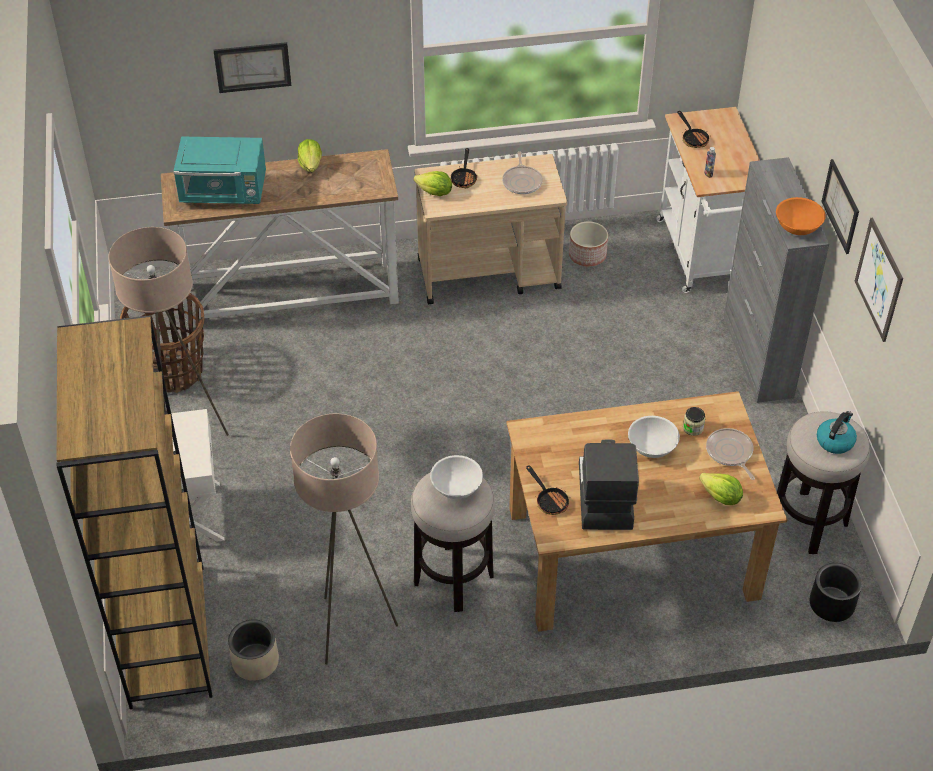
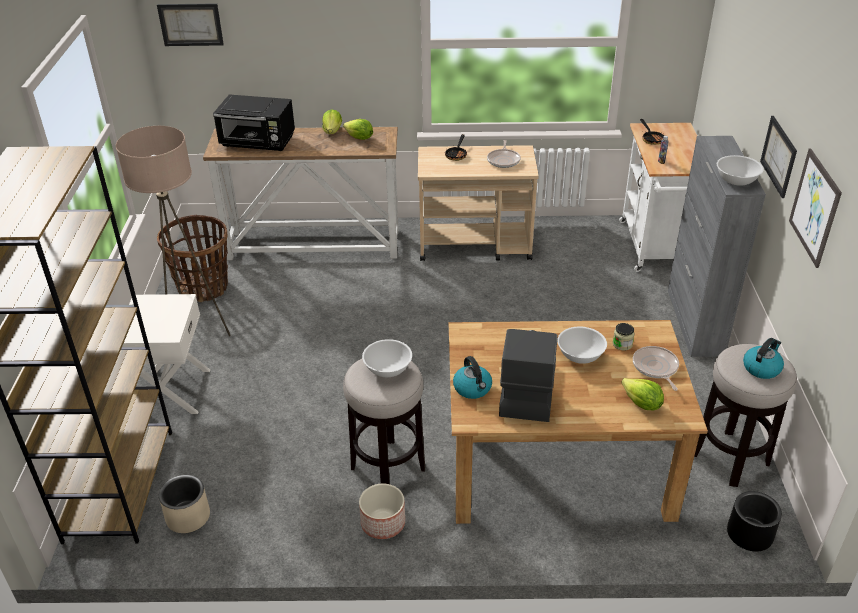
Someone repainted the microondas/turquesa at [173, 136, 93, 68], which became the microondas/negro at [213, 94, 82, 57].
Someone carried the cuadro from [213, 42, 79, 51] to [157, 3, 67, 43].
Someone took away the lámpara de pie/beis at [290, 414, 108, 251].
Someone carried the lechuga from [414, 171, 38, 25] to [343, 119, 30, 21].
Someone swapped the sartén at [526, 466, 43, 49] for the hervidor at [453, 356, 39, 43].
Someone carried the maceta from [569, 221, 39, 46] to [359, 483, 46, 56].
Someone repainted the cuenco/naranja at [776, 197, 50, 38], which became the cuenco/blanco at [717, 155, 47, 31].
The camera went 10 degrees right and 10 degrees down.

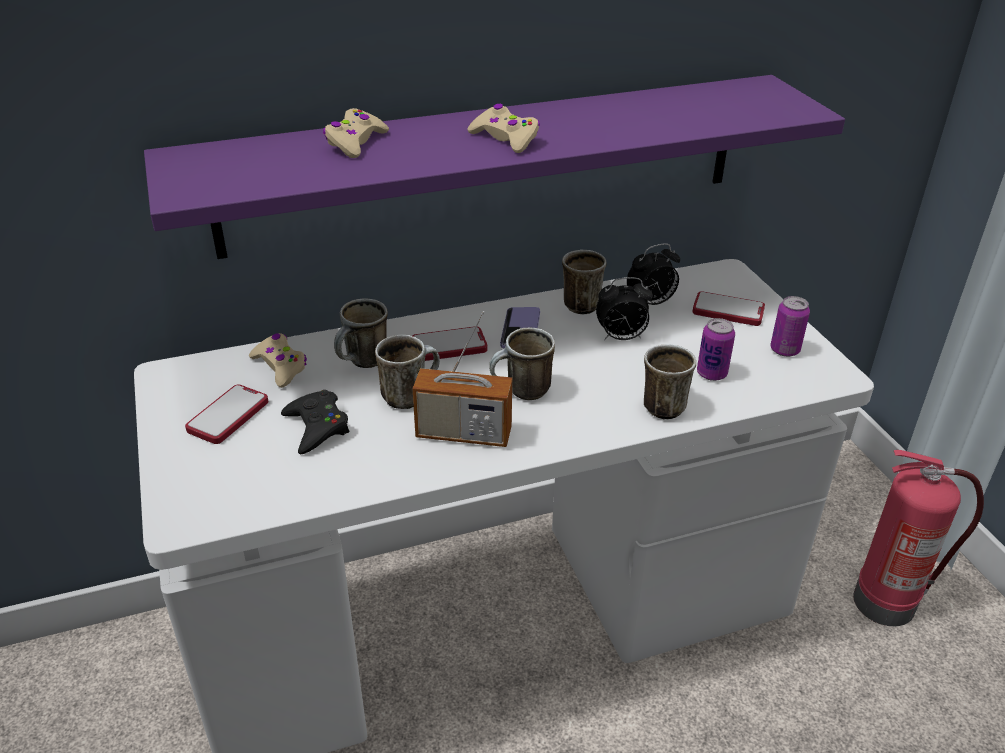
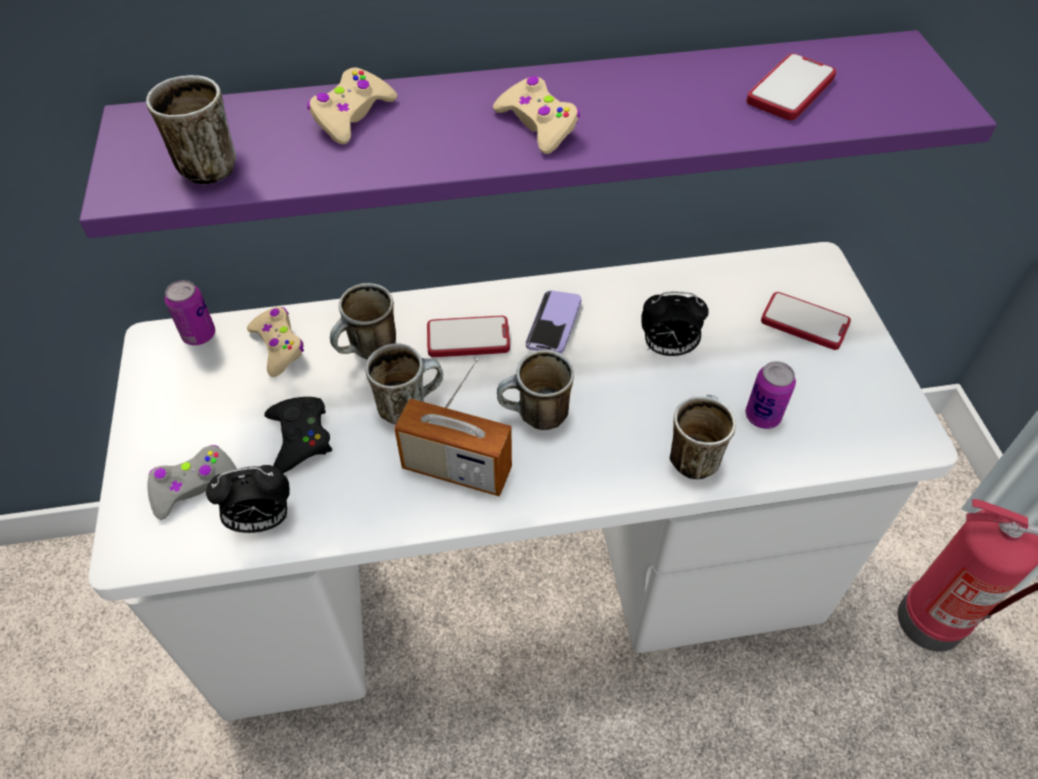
Someone carried the móvil from [185, 385, 83, 59] to [746, 54, 90, 66].
Someone carried the taza grande from [562, 250, 45, 65] to [146, 75, 90, 110].
Someone carried the despertador from [627, 243, 53, 62] to [206, 465, 84, 68].
Someone carried the lata from [770, 296, 40, 61] to [165, 280, 50, 65].
Someone put down the mando de consola/gris at [147, 445, 90, 75].
The camera went 10 degrees right and 15 degrees up.

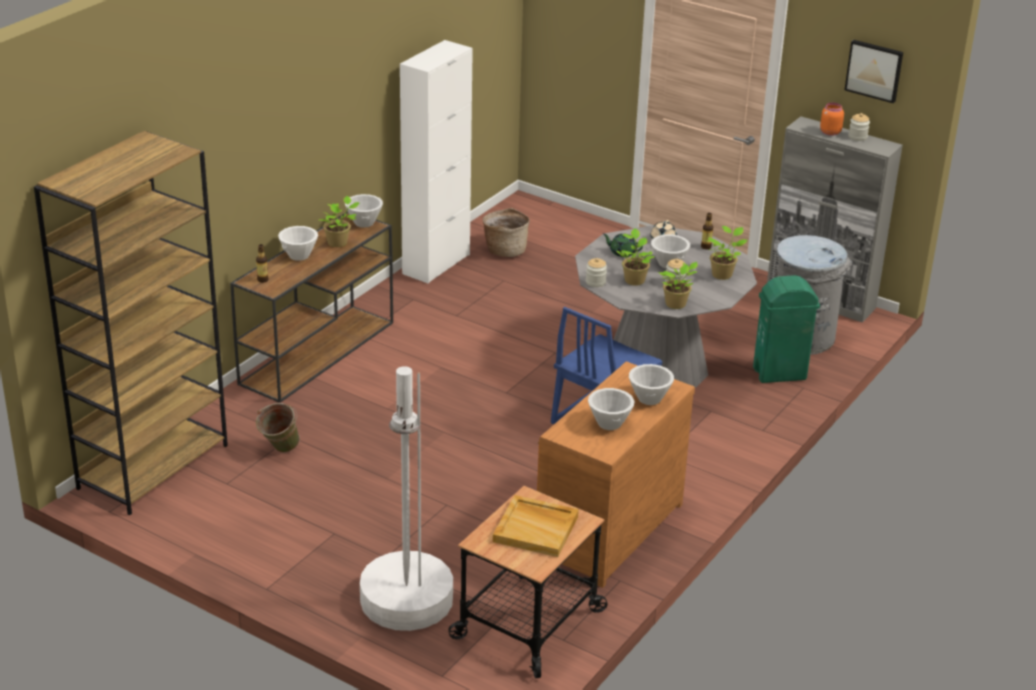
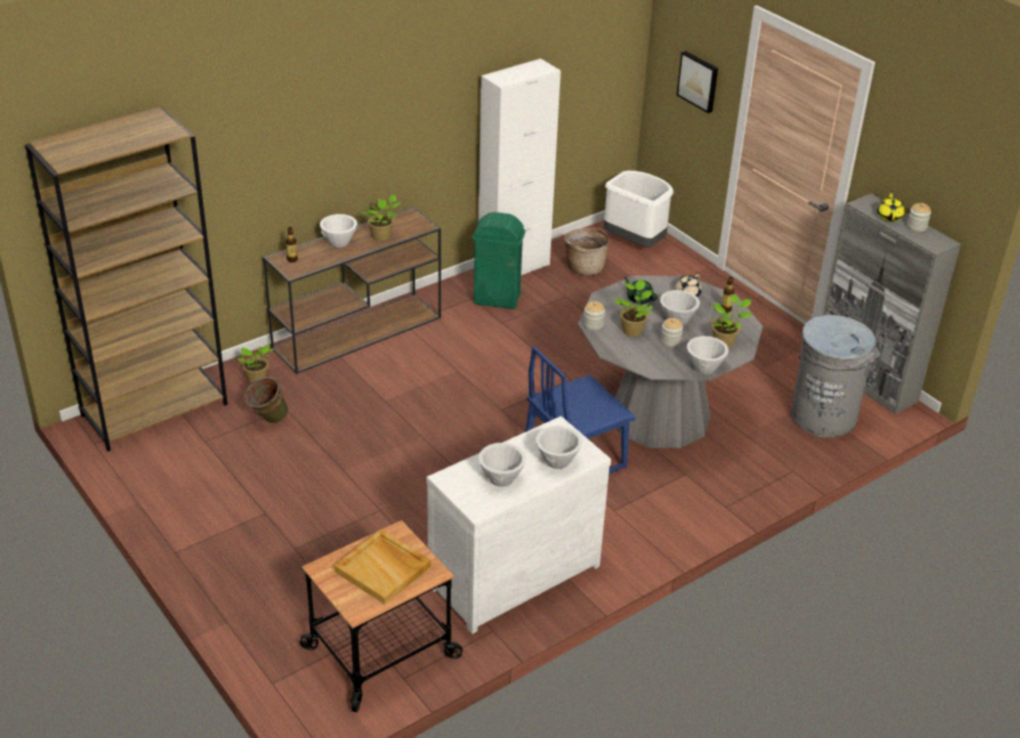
Someone carried the cuenco/blanco from [345, 194, 38, 34] to [687, 336, 42, 38].
Someone took away the lámpara de pie/blanco at [360, 366, 93, 265].
Someone repainted the cómoda/marrón at [537, 361, 158, 227], which became the cómoda/blanco at [426, 416, 185, 218].
Someone carried the planta en maceta from [658, 262, 40, 47] to [237, 344, 37, 38].
Someone carried the papelera/verde from [753, 275, 67, 108] to [472, 212, 53, 97].
Someone swapped the tarro/naranja at [820, 102, 24, 34] for the tetera/amarillo at [877, 191, 28, 31].
Someone carried the cuadro from [844, 40, 59, 63] to [677, 51, 41, 62].
Someone put down the papelera/blanco at [604, 171, 70, 77].
The camera went 20 degrees right and 5 degrees up.

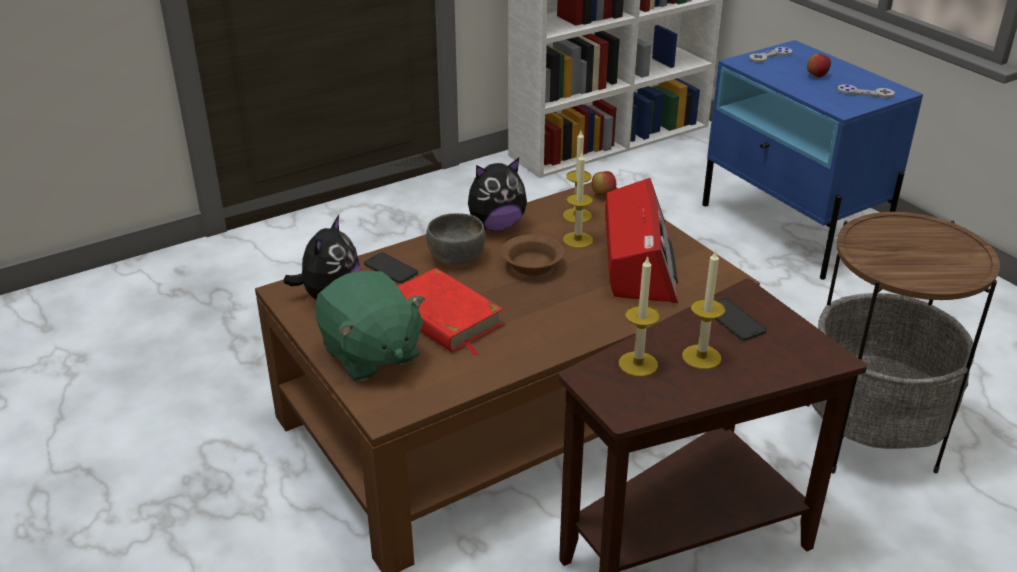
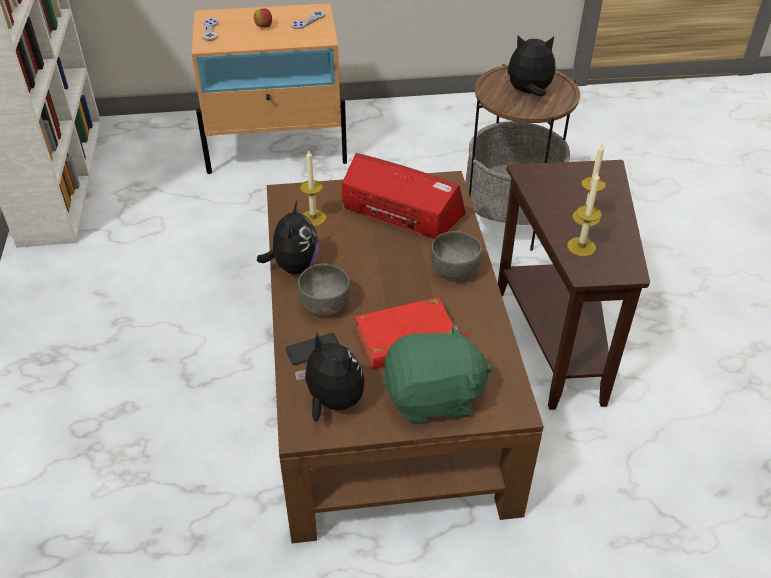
Someone took away the cuenco/marrón at [501, 235, 63, 41].
Someone took away the vela at [563, 153, 30, 95].
Someone took away the manzana at [592, 171, 24, 25].
Someone repainted the mesita de noche/azul at [702, 40, 221, 240], which became the mesita de noche/beis at [191, 3, 156, 171].
Someone took away the móvil at [715, 298, 51, 43].
Someone put down the cuenco/gris at [430, 231, 52, 49].
Someone put down the peluche at [504, 35, 51, 62].
The camera went 65 degrees left and 10 degrees up.

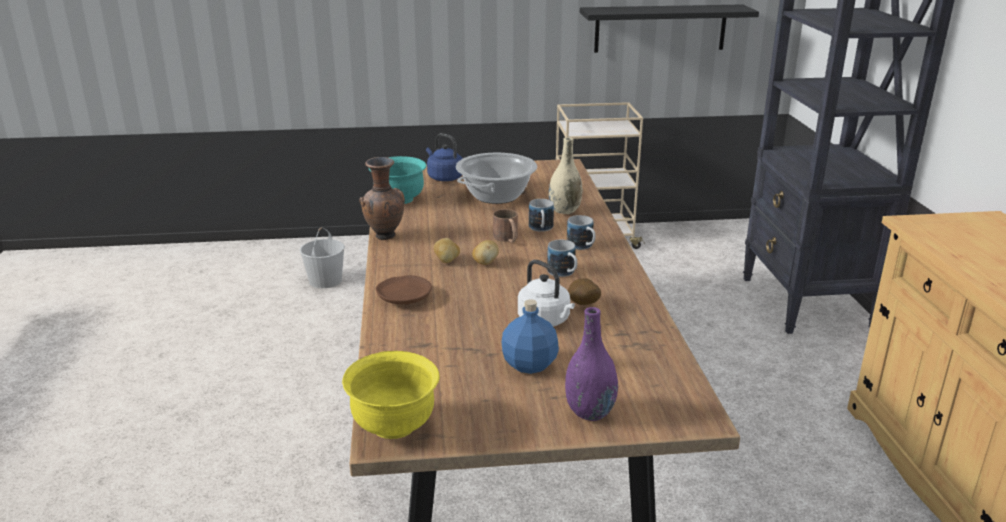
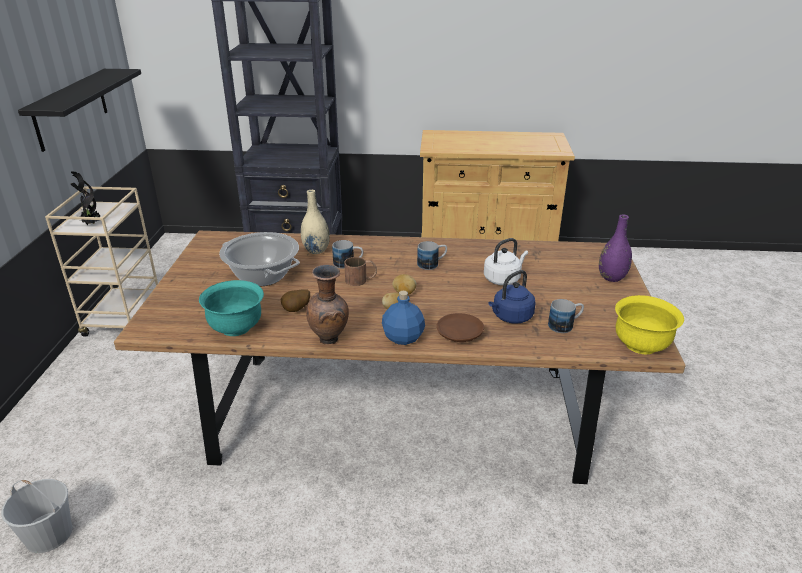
Someone carried the hervidor/azul from [426, 133, 37, 48] to [488, 270, 48, 54].
Someone carried the botella/azul from [502, 299, 57, 75] to [382, 291, 43, 54].
Someone carried the taza grande from [567, 215, 29, 35] to [548, 299, 36, 34].
Someone carried the patata from [568, 278, 33, 27] to [281, 289, 29, 23].
Someone put down the planta en maceta at [70, 172, 30, 53].
The camera went 80 degrees left and 5 degrees up.

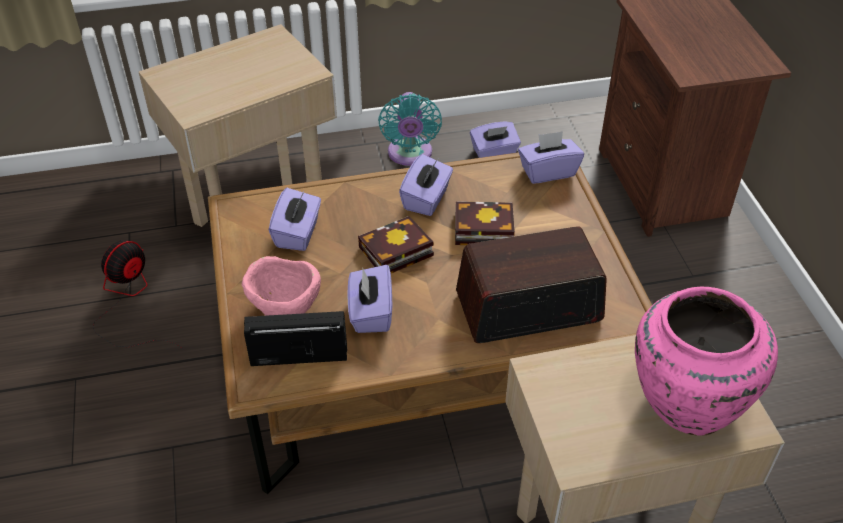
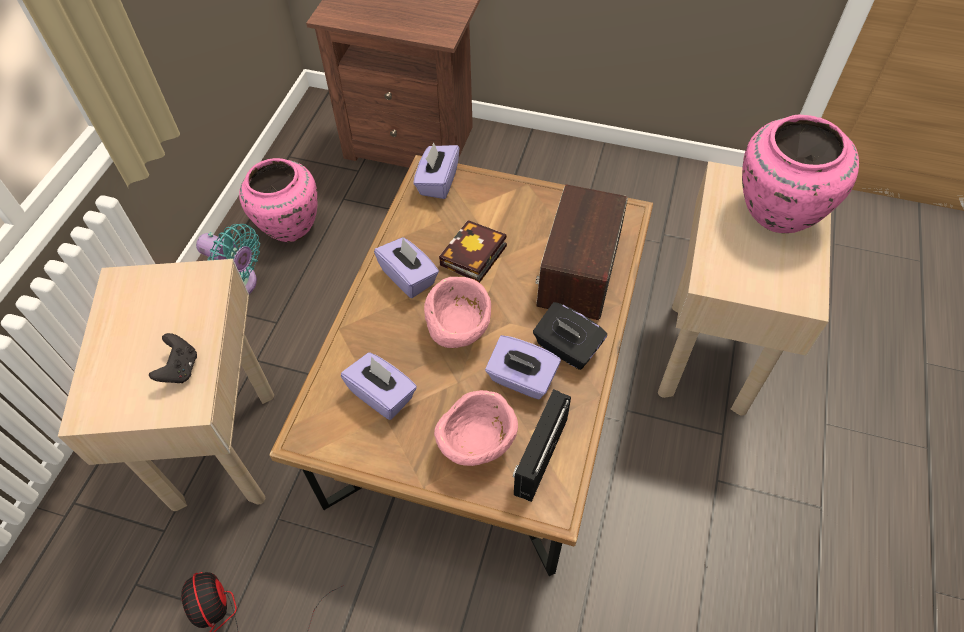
Someone swapped the libro at [358, 216, 76, 57] for the cuenco/rosa at [424, 277, 67, 71].
Someone swapped the caja de pañuelos/morado at [470, 121, 51, 37] for the florero/rosa at [239, 158, 79, 84].
Someone put down the mando de consola/negro at [149, 333, 48, 50].
Someone put down the caja de pañuelos/negro at [533, 302, 74, 68].
The camera went 60 degrees left and 10 degrees up.

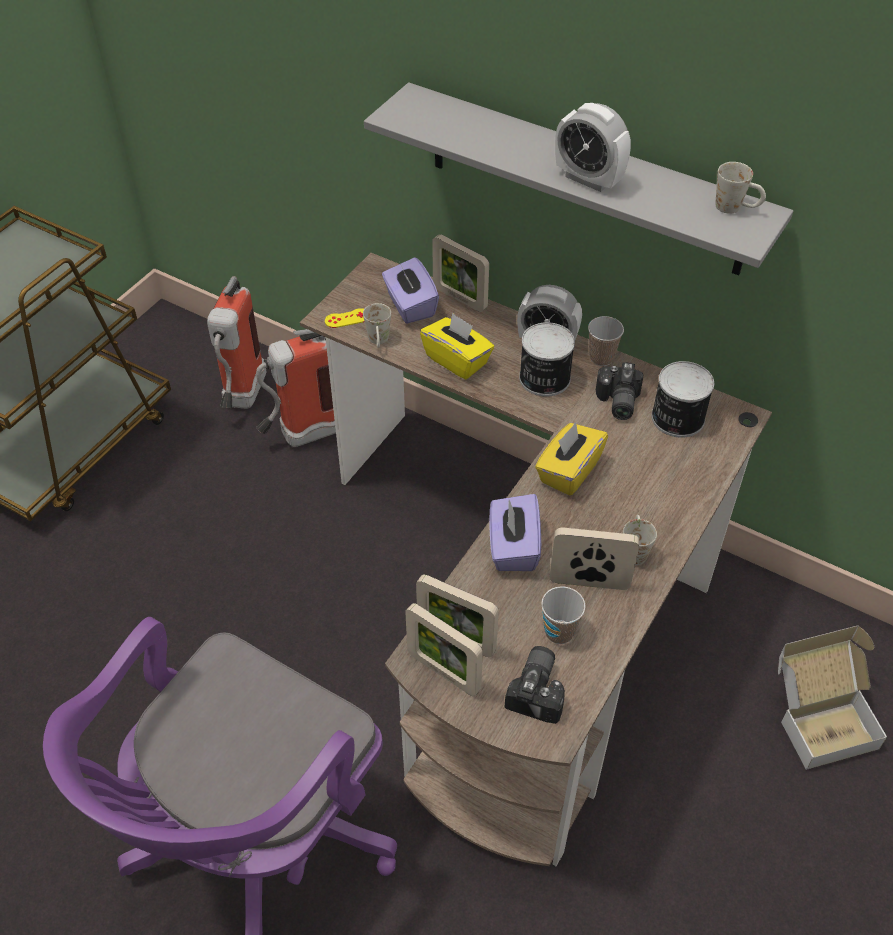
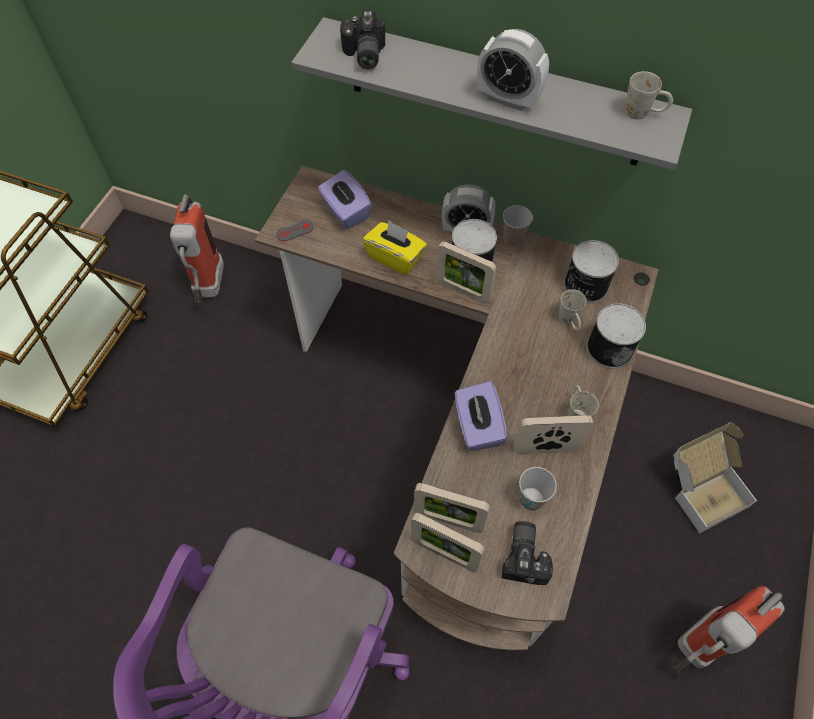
Someone carried the extintor from [256, 329, 80, 118] to [673, 586, 112, 88].
Someone repainted the mando de consola/amarillo at [325, 308, 39, 20], which became the mando de consola/gris at [276, 220, 38, 21].
Someone carried the taza grande/blanco from [363, 303, 28, 45] to [559, 289, 28, 42].
Someone carried the portarretratos from [432, 234, 57, 78] to [436, 241, 61, 63].
Someone took away the caja de pañuelos/amarillo at [535, 422, 73, 74].
Someone carried the cámara from [596, 362, 47, 58] to [340, 11, 45, 59].
Someone put down the lata at [587, 303, 59, 66].
The camera went 10 degrees left and 10 degrees up.

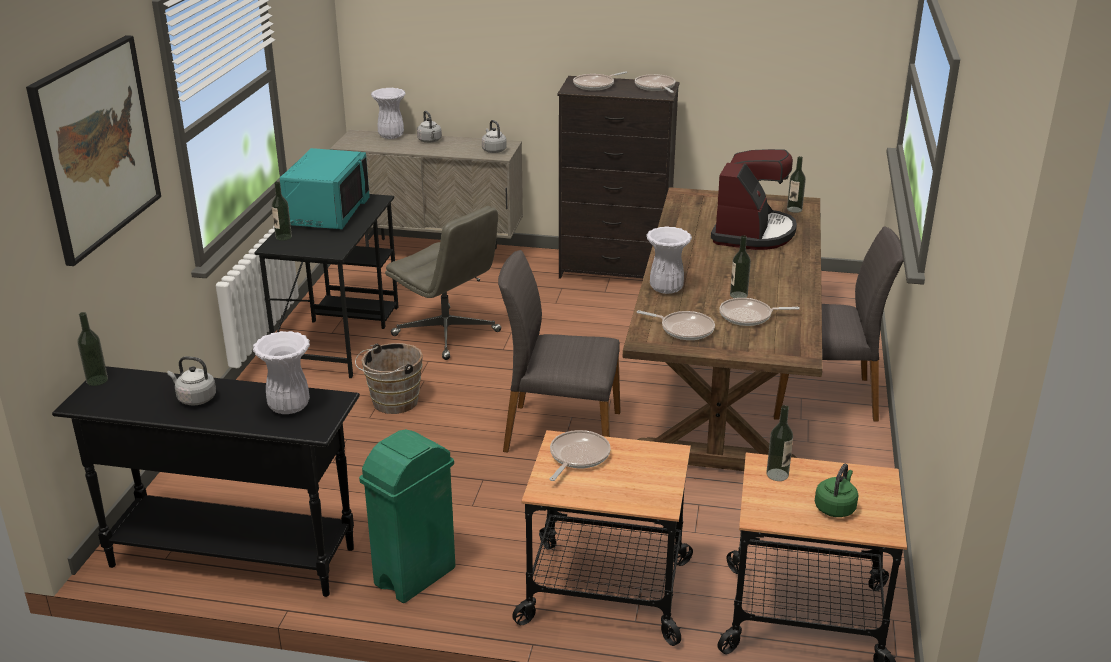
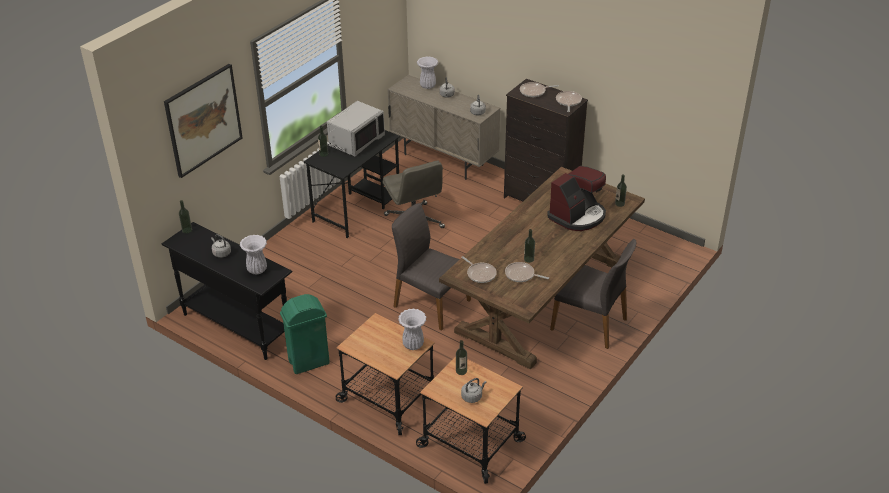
Someone repainted the microondas/turquesa at [280, 148, 90, 81], which became the microondas/gris at [327, 101, 58, 55].
Someone took away the cubo/marrón at [355, 343, 68, 71].
Someone took away the sartén at [549, 430, 62, 51].
Someone carried the florero/blanco from [646, 226, 46, 68] to [398, 309, 28, 41].
Someone repainted the hervidor/verde at [815, 463, 43, 54], which became the hervidor/gris at [461, 378, 25, 25].
The camera went 25 degrees right and 10 degrees up.

